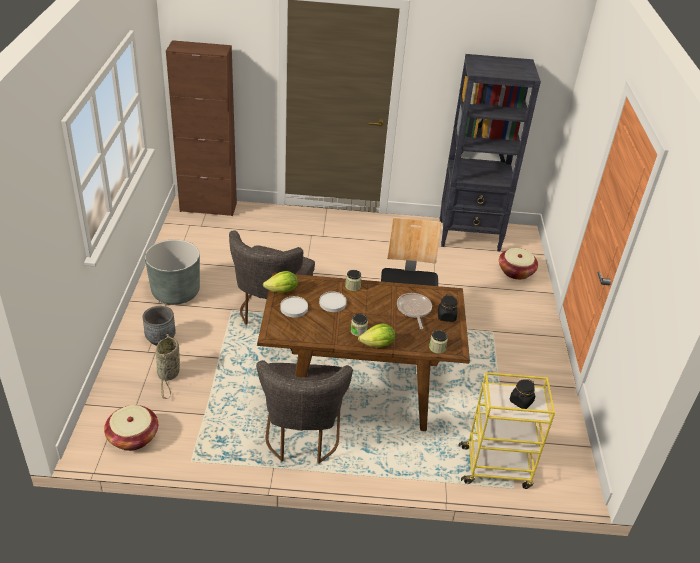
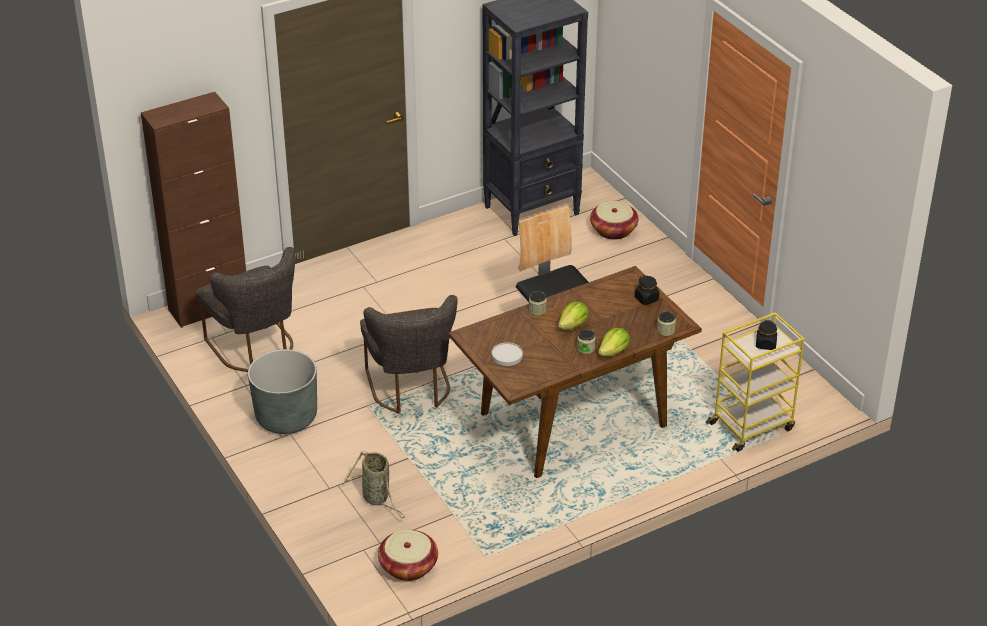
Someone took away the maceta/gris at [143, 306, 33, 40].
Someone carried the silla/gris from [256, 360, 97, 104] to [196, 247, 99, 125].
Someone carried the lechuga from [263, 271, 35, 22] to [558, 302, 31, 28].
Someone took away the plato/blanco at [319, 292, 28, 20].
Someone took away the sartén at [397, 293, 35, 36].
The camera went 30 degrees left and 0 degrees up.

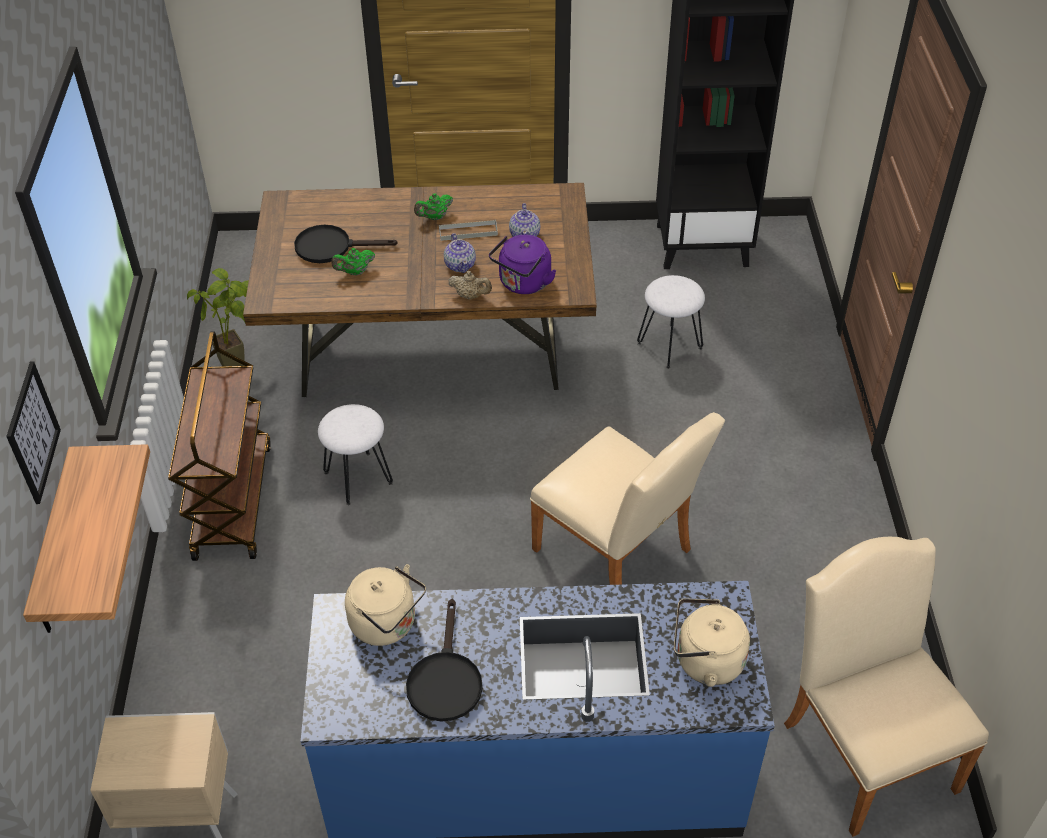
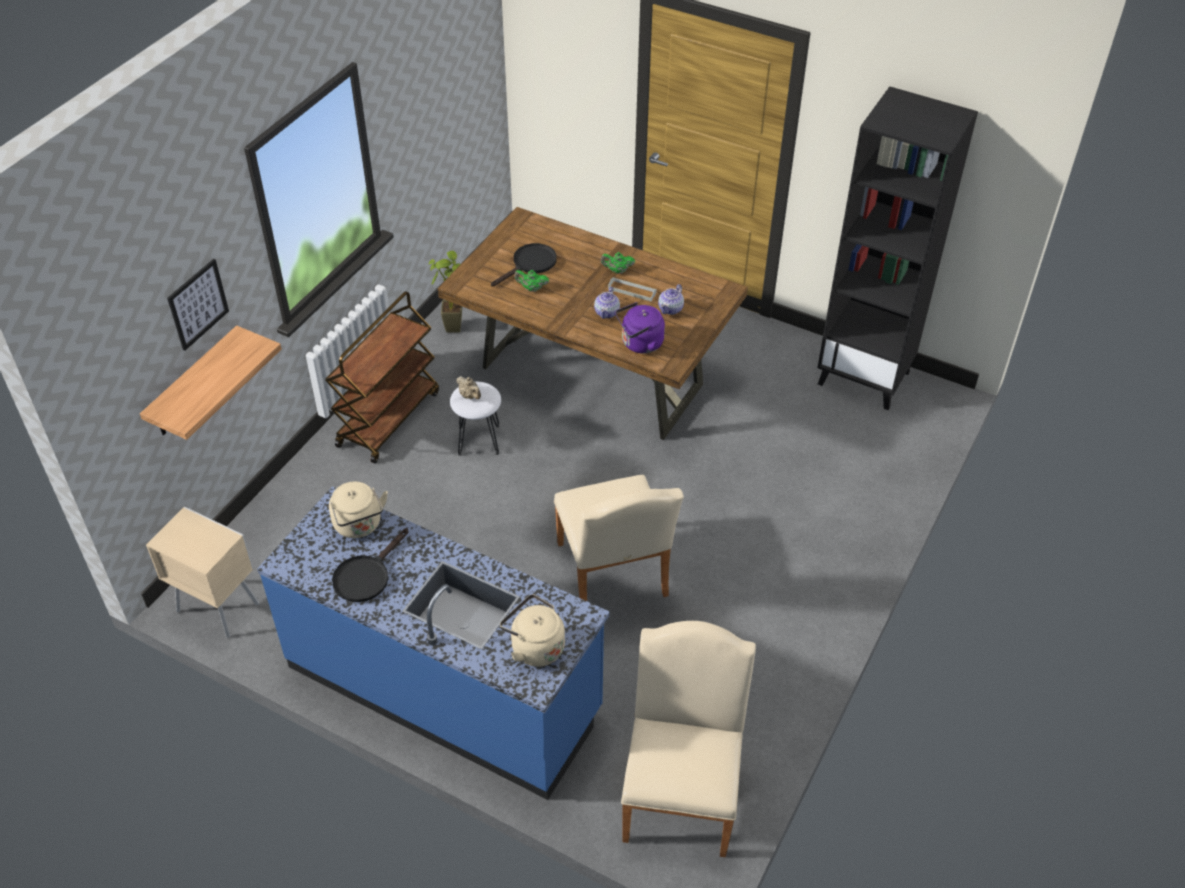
Someone rotated the sartén/negro at [294, 225, 103, 38] by 105 degrees clockwise.
Someone carried the tetera/beis from [448, 271, 44, 29] to [456, 376, 25, 23].
Someone took away the taburete/blanco at [637, 275, 68, 94].
The camera went 30 degrees right and 0 degrees up.

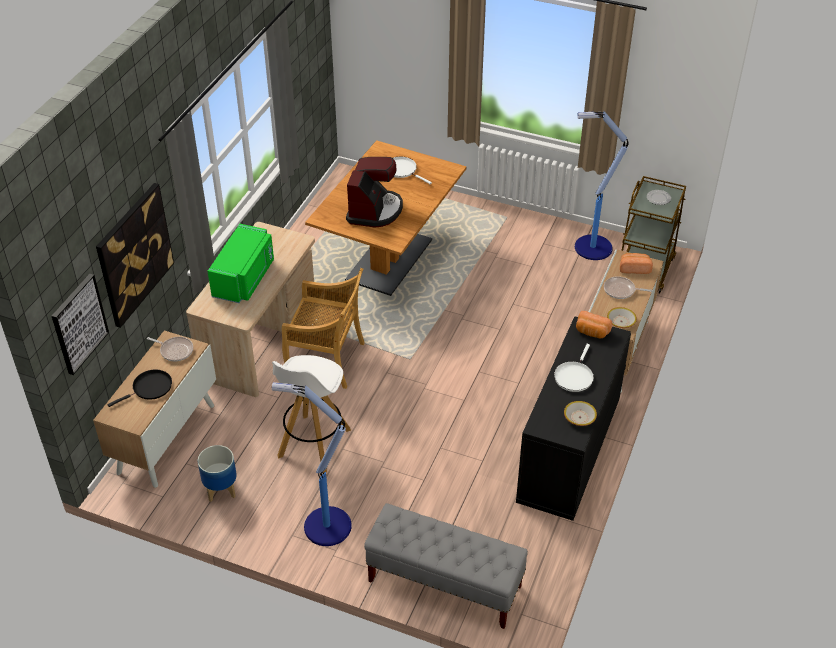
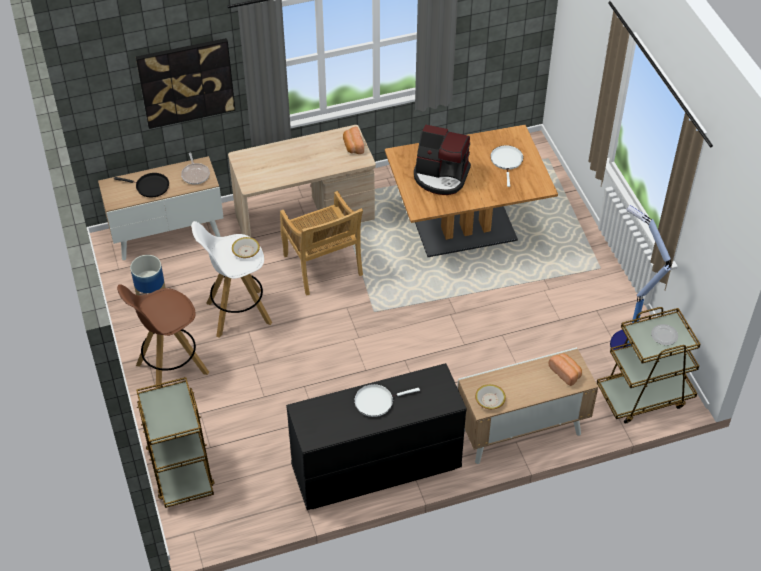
Someone took away the cuadro at [52, 274, 57, 101].
Someone took away the microondas/verde at [208, 224, 66, 79].
Someone swapped the lámpara de pie at [272, 382, 80, 164] for the taburete/marrón at [117, 284, 92, 104].
Someone rotated the cafetera at [346, 157, 57, 70] by 45 degrees clockwise.
Someone swapped the banco/gris at [364, 503, 164, 126] for the carrito/marrón at [136, 377, 79, 131].
Someone carried the cuenco from [564, 401, 33, 25] to [232, 237, 28, 21].
Someone carried the pan from [576, 311, 37, 27] to [343, 127, 21, 27].
Someone took away the sartén at [604, 276, 49, 23].
The camera went 50 degrees right and 5 degrees up.

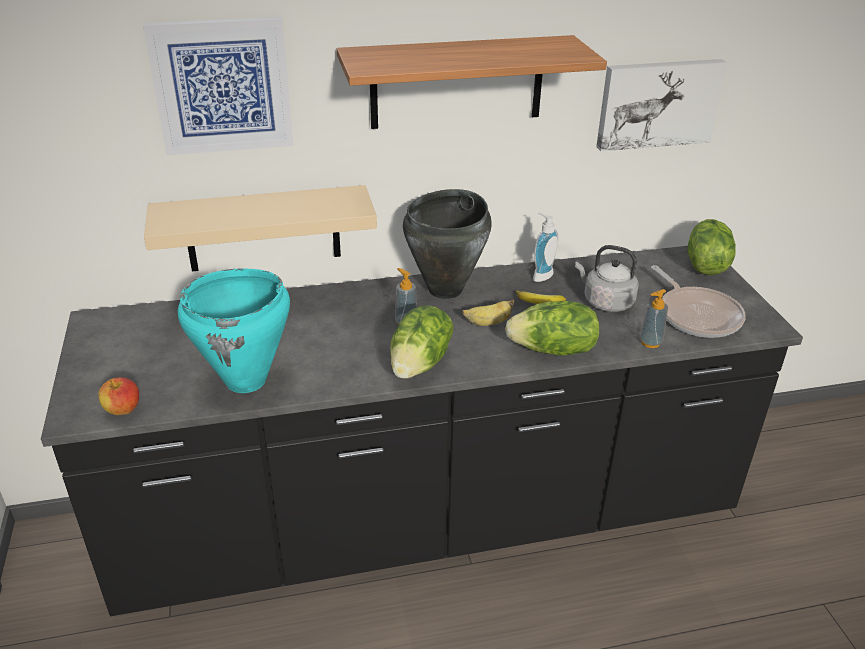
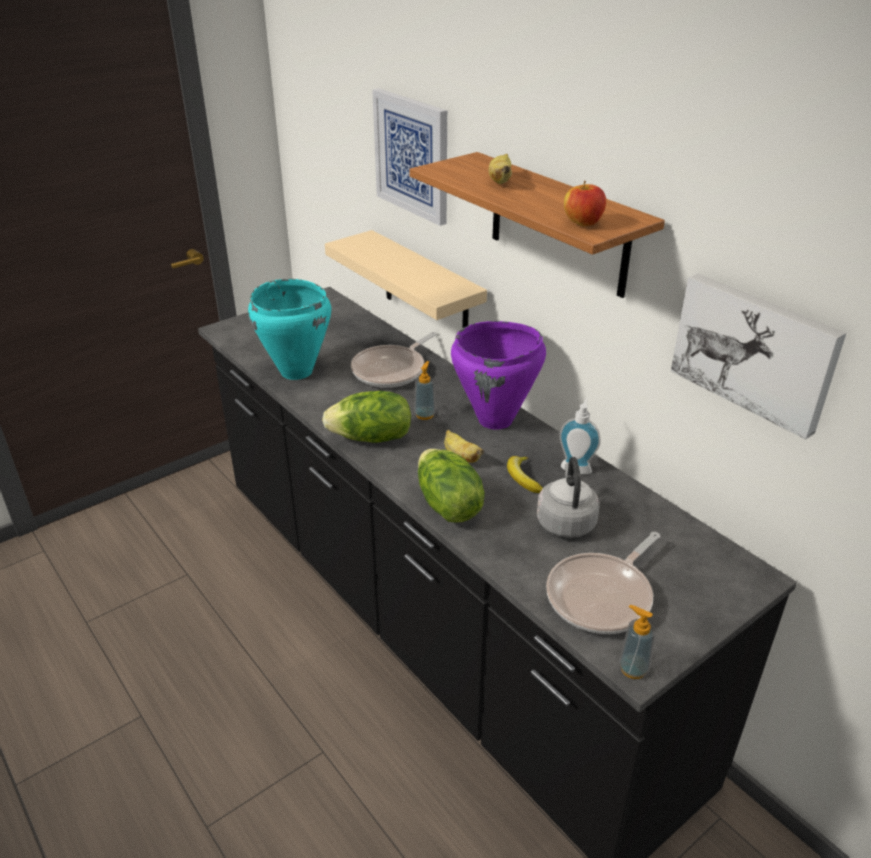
Someone carried the manzana from [98, 377, 41, 38] to [564, 181, 42, 45].
Someone repainted the olla/negro at [403, 189, 88, 110], which became the olla/morado at [451, 321, 95, 109].
Someone carried the dispensador de jabón from [639, 289, 29, 59] to [618, 605, 38, 74].
Someone took away the lechuga at [687, 219, 49, 56].
Someone put down the sartén at [351, 332, 86, 56].
Someone put down the plátano at [489, 154, 23, 30].
The camera went 65 degrees right and 0 degrees up.

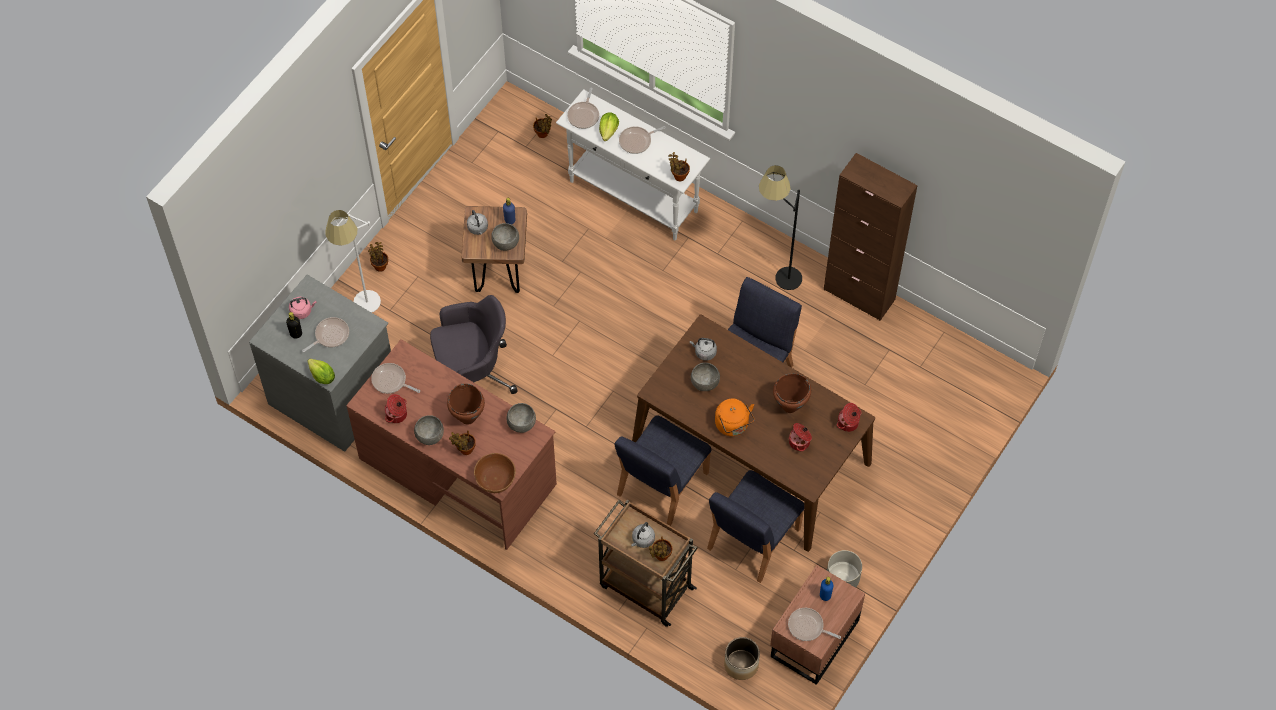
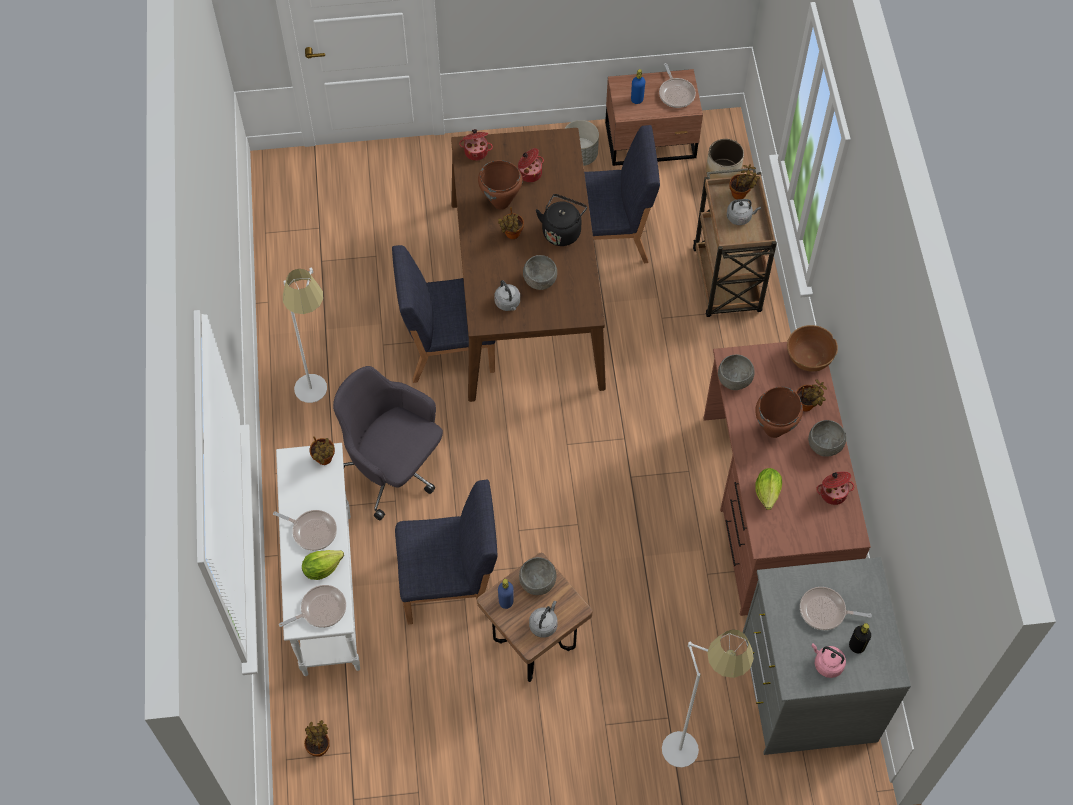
Someone carried the lechuga from [307, 359, 28, 25] to [755, 468, 27, 42].
Someone carried the planta en maceta from [368, 242, 20, 30] to [498, 207, 26, 32].
Someone took away the sartén at [371, 363, 49, 31].
Someone carried the silla de oficina/gris from [430, 295, 88, 99] to [333, 366, 110, 154].
Someone carried the silla/azul from [615, 415, 96, 111] to [395, 480, 103, 144].
Someone repainted the hervidor/naranja at [715, 398, 40, 38], which became the hervidor/negro at [536, 194, 51, 52].
Someone repainted the lámpara de pie/negro at [759, 165, 43, 125], which became the lámpara de pie/blanco at [283, 268, 44, 135].
Someone took away the armario/marrón at [824, 153, 94, 168].
The camera went 130 degrees left and 0 degrees up.

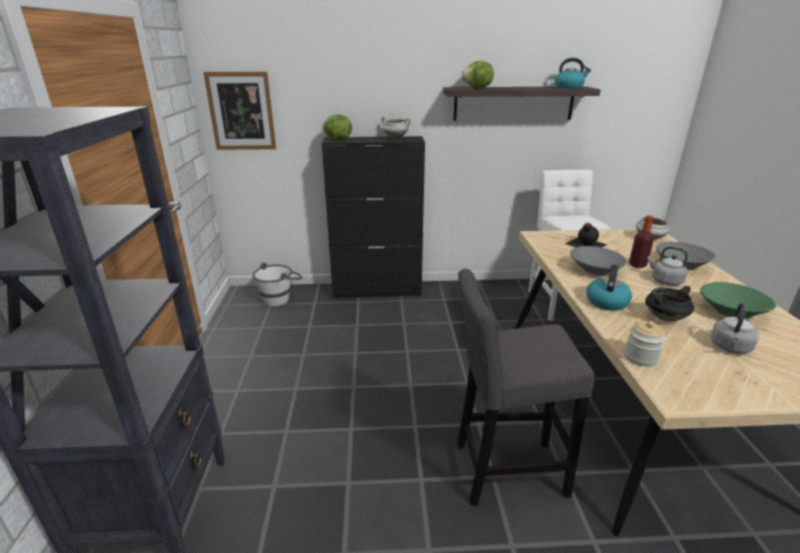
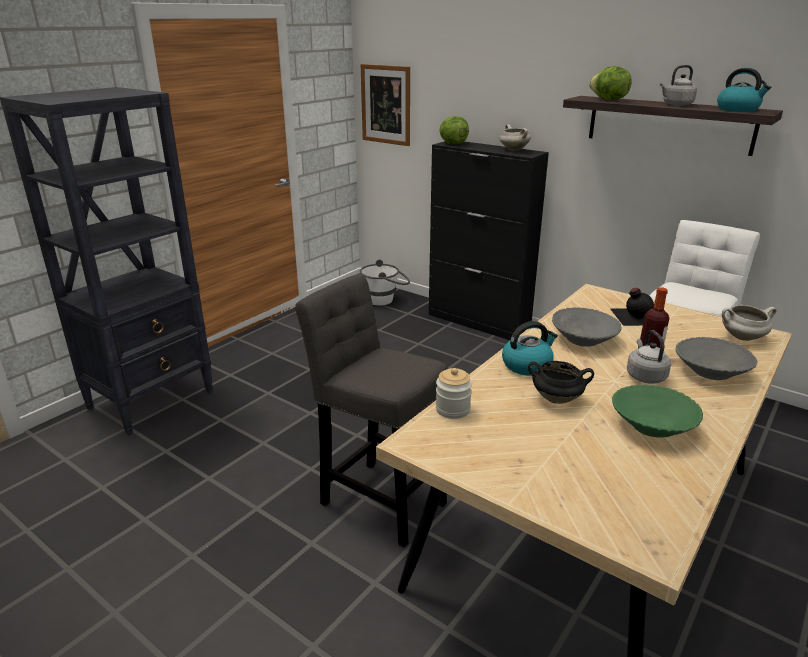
Someone carried the hervidor/gris from [710, 303, 49, 51] to [660, 65, 37, 41].
The camera went 40 degrees right and 0 degrees up.

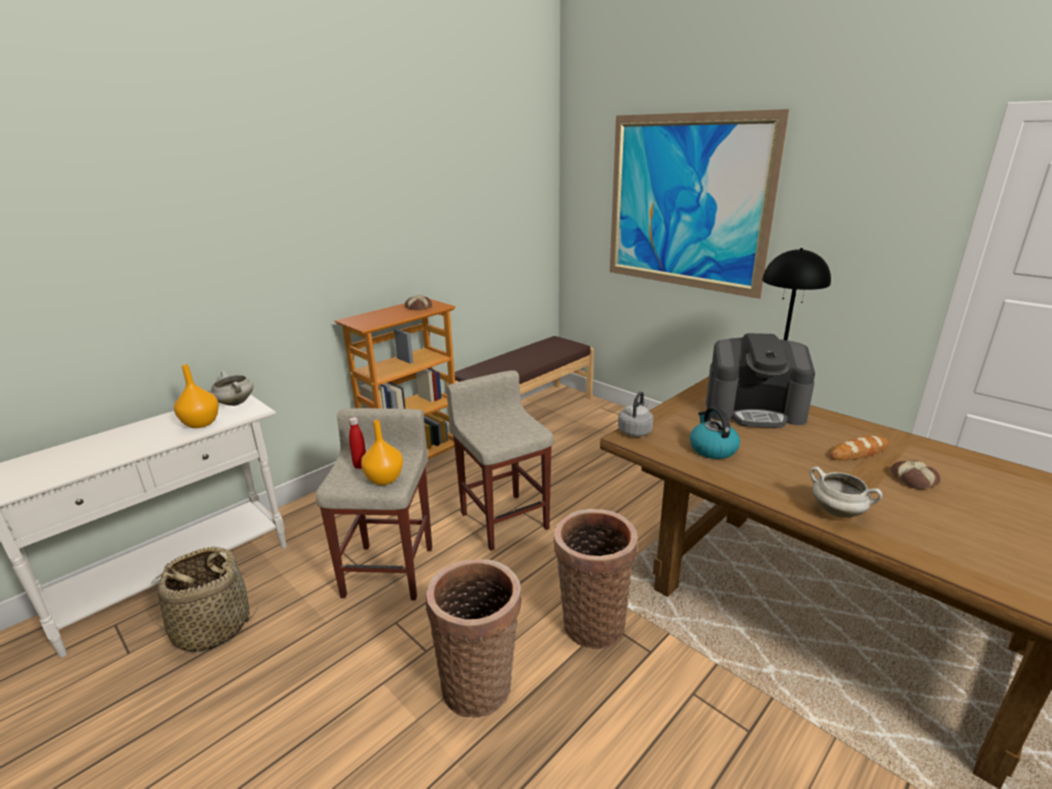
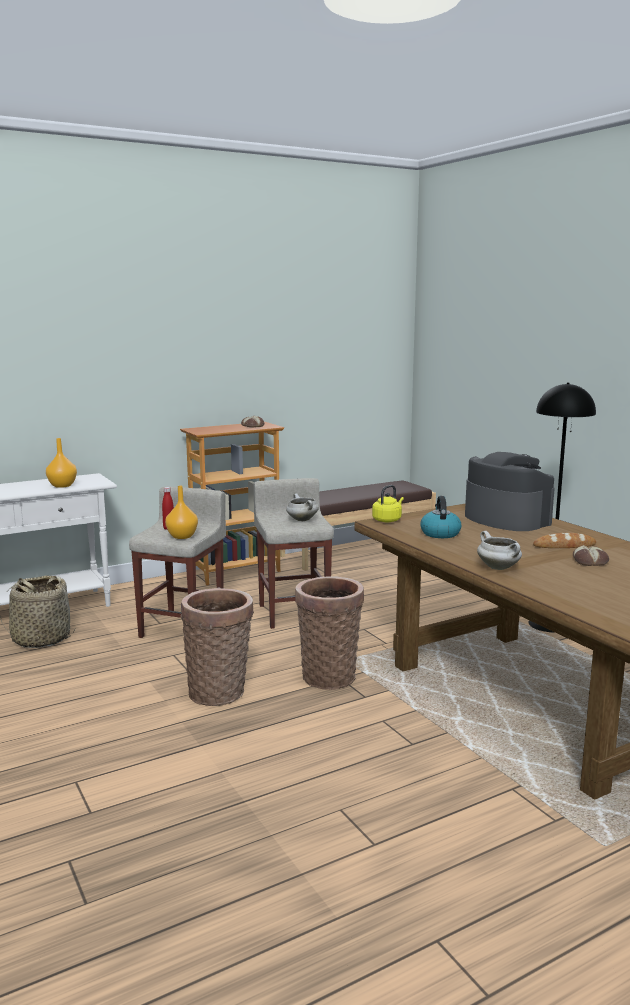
Someone carried the olla/blanco from [210, 371, 44, 35] to [286, 493, 33, 28].
Someone took away the cuadro at [610, 109, 179, 190].
Someone repainted the hervidor/gris at [618, 391, 36, 46], which became the hervidor/amarillo at [372, 485, 32, 37].
Someone rotated the cafetera at [706, 333, 109, 95] by 150 degrees counterclockwise.
The camera went 15 degrees right and 10 degrees down.

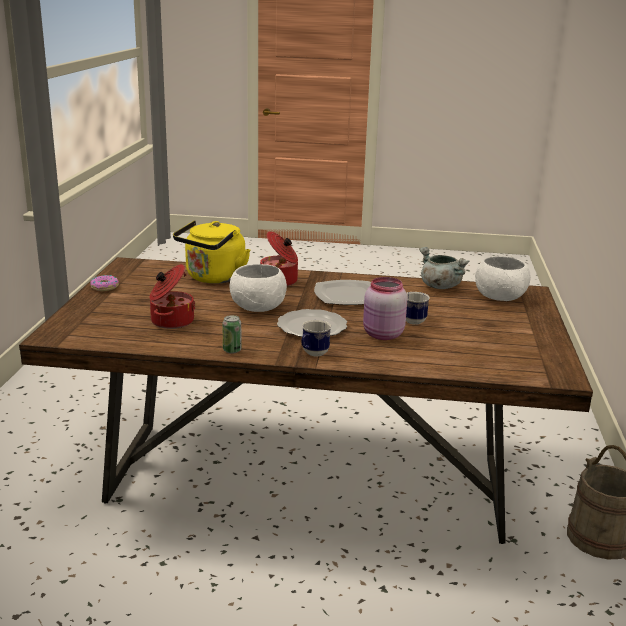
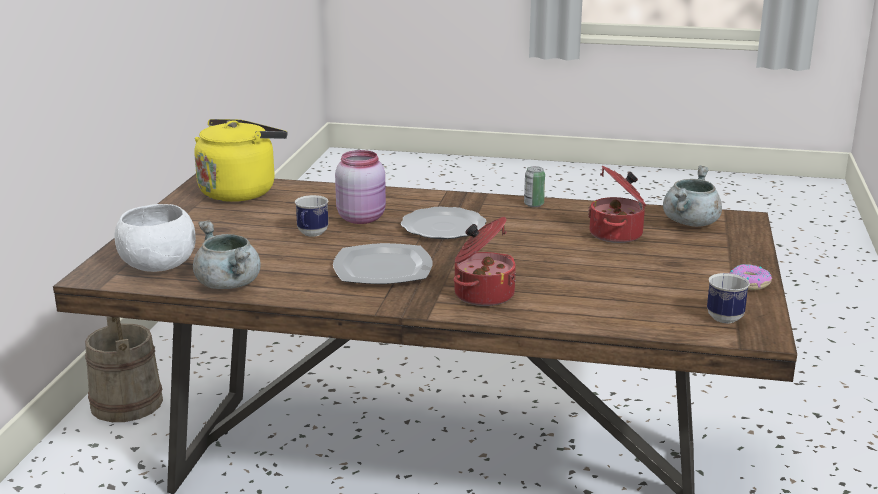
Someone carried the hervidor/amarillo from [173, 220, 77, 64] to [194, 119, 93, 83].
Someone took away the cuenco/blanco at [230, 264, 57, 48].
Someone carried the taza grande from [301, 320, 30, 36] to [707, 273, 43, 50].
Someone put down the olla/gris at [663, 165, 59, 62].
The camera went 175 degrees left and 0 degrees up.

